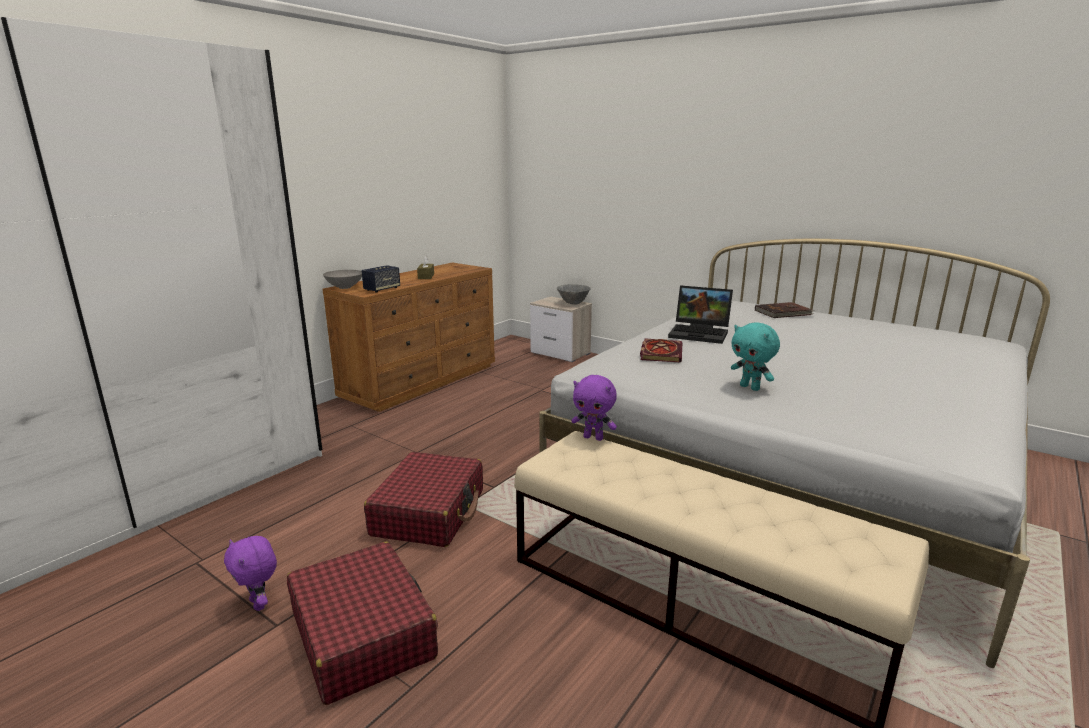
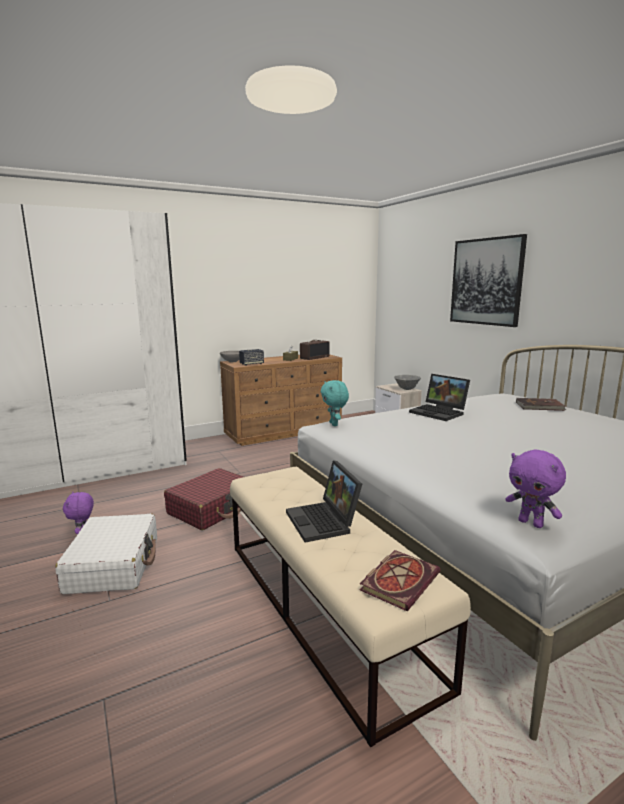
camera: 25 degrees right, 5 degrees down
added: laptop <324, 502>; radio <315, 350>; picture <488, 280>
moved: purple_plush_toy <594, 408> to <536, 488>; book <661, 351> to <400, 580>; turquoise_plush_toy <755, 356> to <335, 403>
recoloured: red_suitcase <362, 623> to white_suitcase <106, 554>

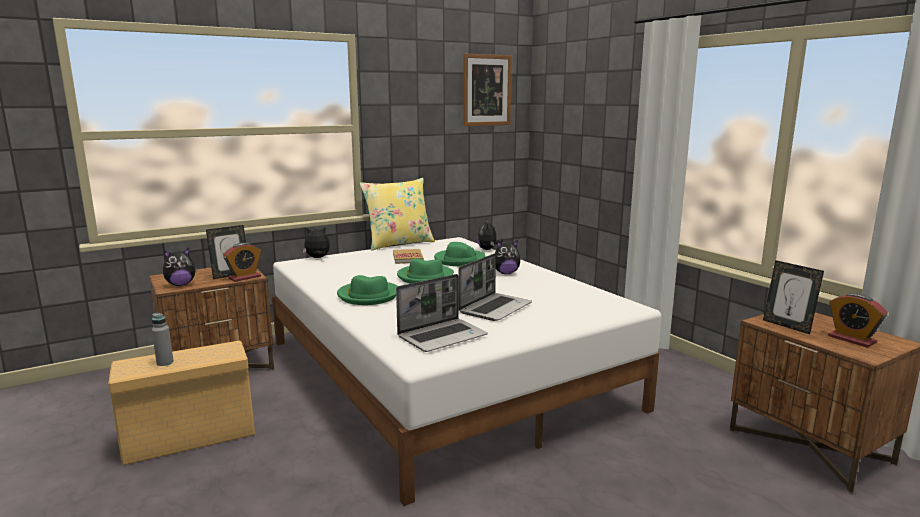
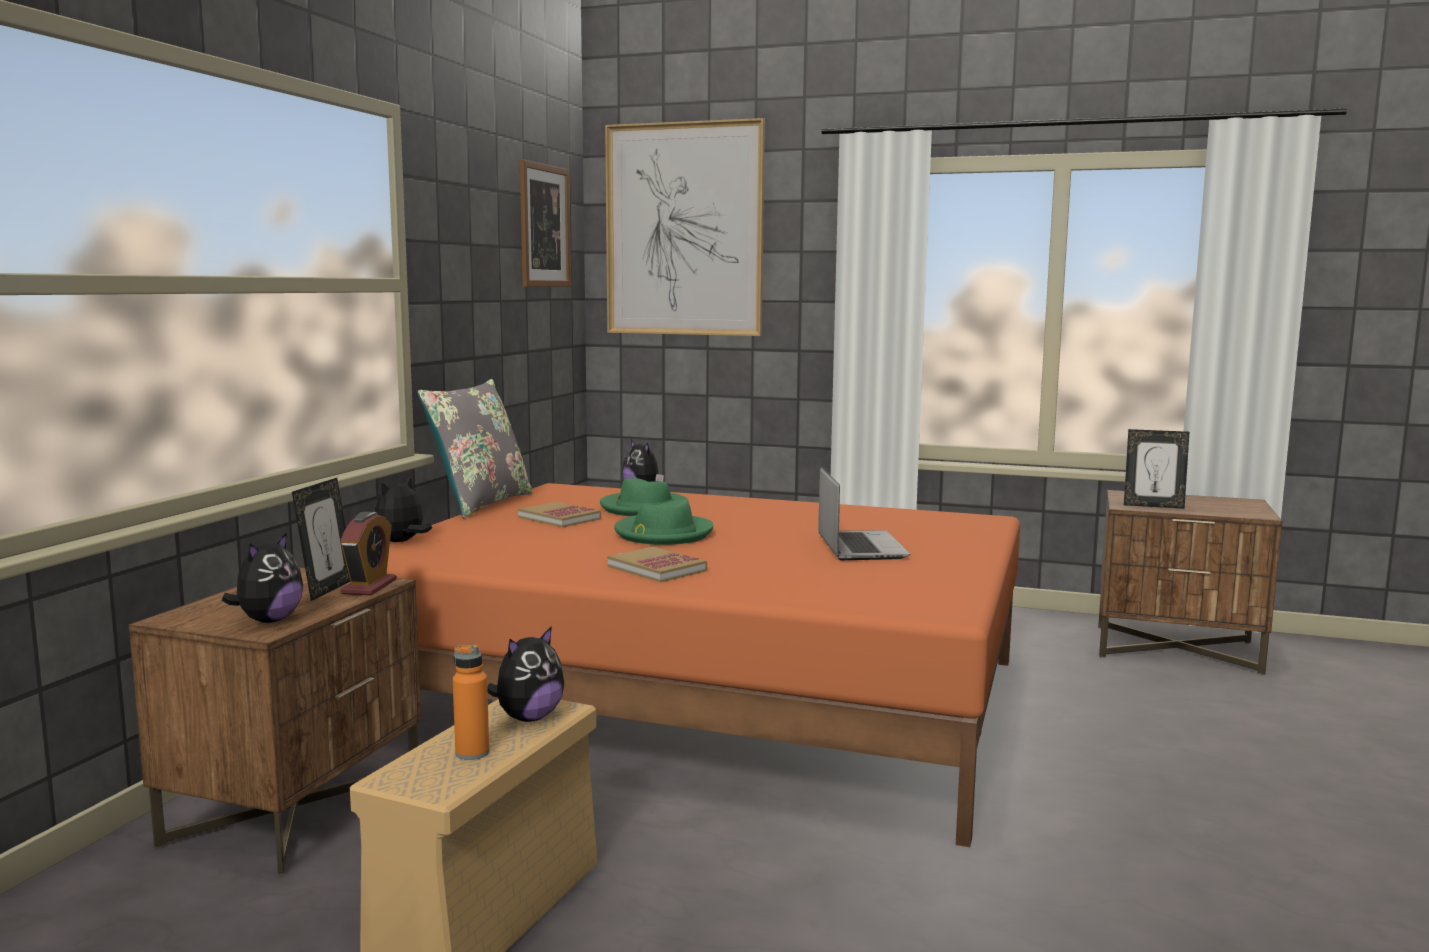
camera: 40 degrees left, 5 degrees down
removed: laptop <442, 313>; alarm_clock <858, 320>
added: picture <685, 227>
moved: plush_toy <507, 257> to <525, 674>
replaced: green_hat <367, 290> to book <657, 565>
recoloured: grey_bottle <163, 339> to orange_bottle <471, 702>; white_bed <466, 371> to orange_bed <703, 665>; yellow_pillow <397, 214> to grey_pillow <475, 448>

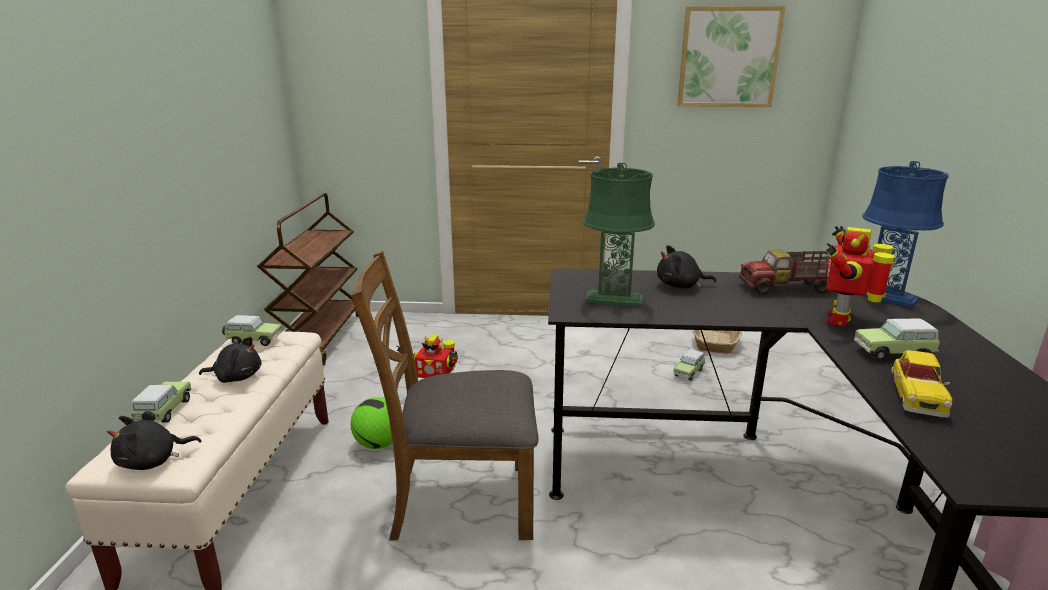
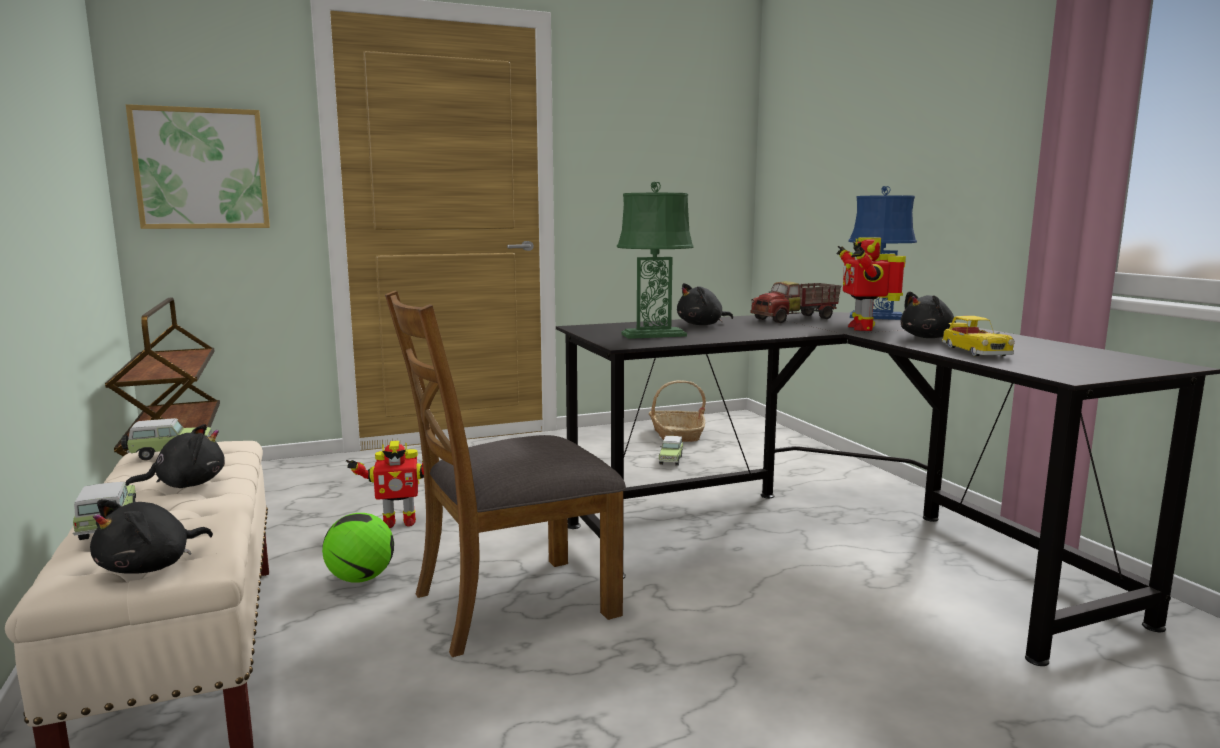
camera: 25 degrees left, 10 degrees down
moved: picture <731, 56> to <198, 166>
replaced: toy_car <897, 340> to black_plush_toy <928, 315>

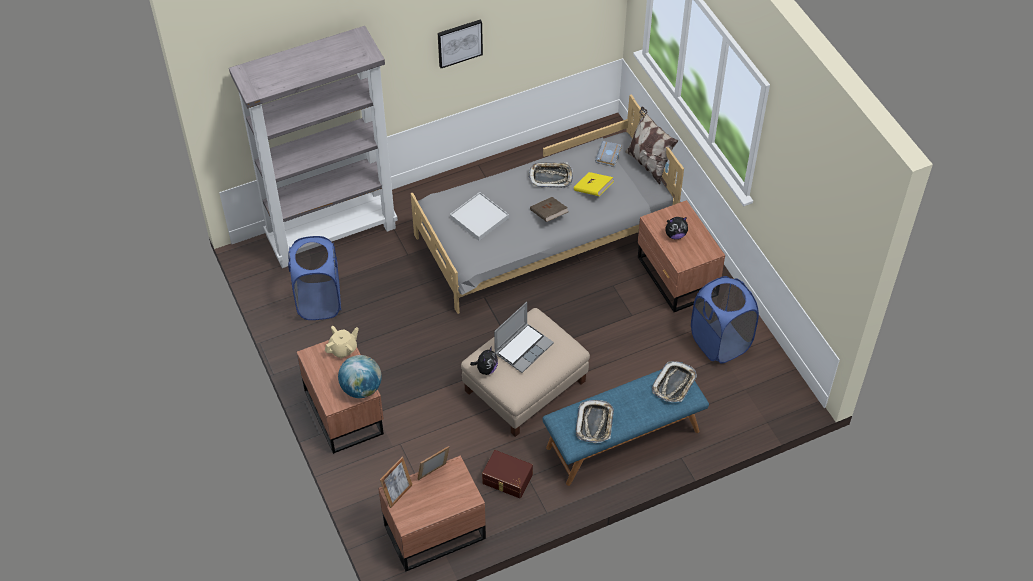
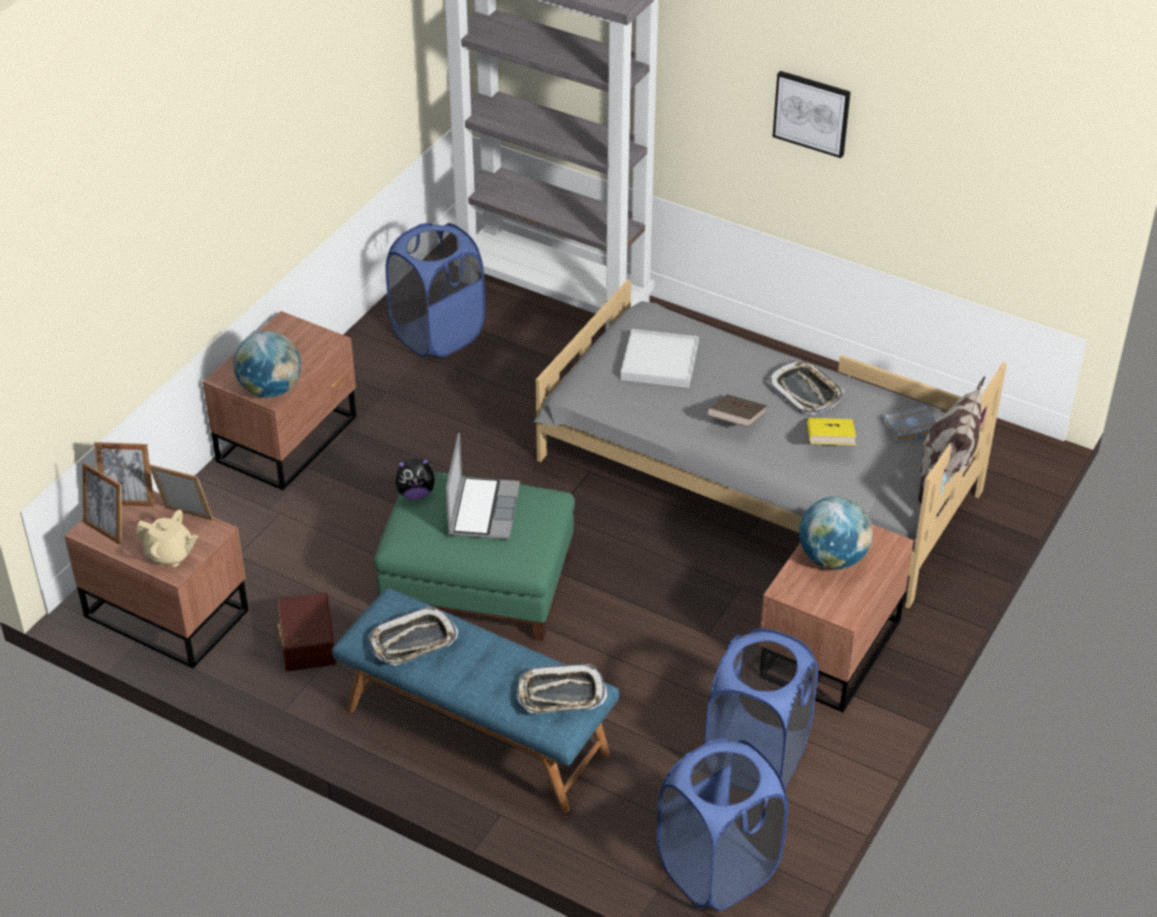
camera: 55 degrees right, 10 degrees down
added: picture_frame <102, 503>; blue_laundry_basket <722, 824>
moved: beige_teapot <342, 342> to <167, 538>
replaced: plush_toy <677, 228> to globe <836, 533>
recoloured: beige_ottoman <525, 372> to green_ottoman <474, 556>
turned: laptop <524, 337> = <482, 486> 90 degrees counterclockwise

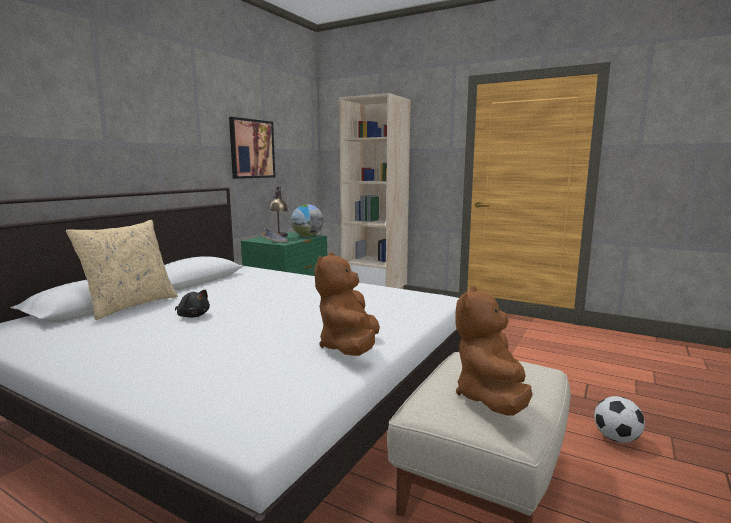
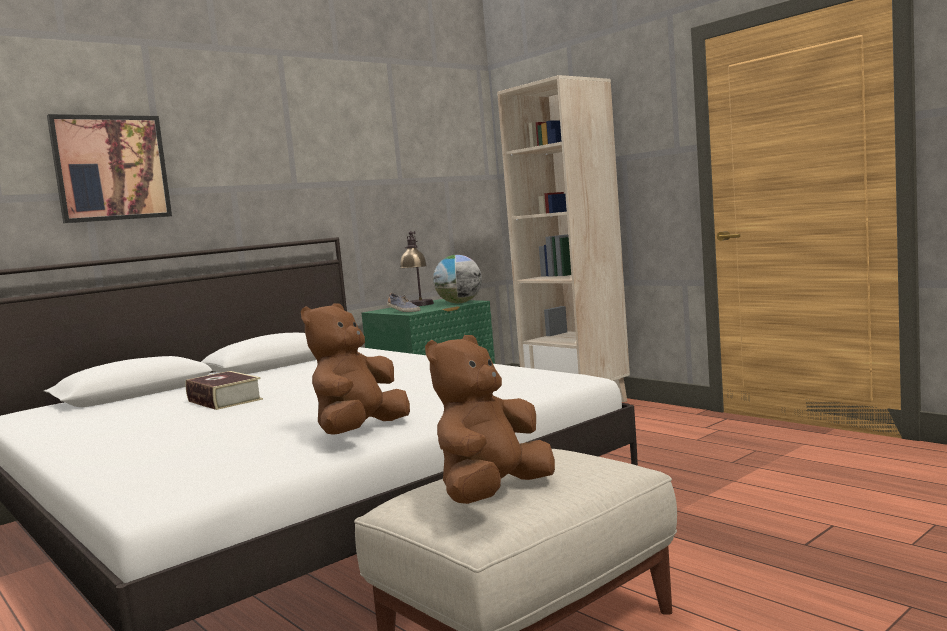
camera: 20 degrees right, 5 degrees down
removed: beige_pillow <122, 270>; football <619, 419>
moved: picture <252, 148> to <109, 168>
replaced: black_plush_toy <192, 304> to book <224, 390>

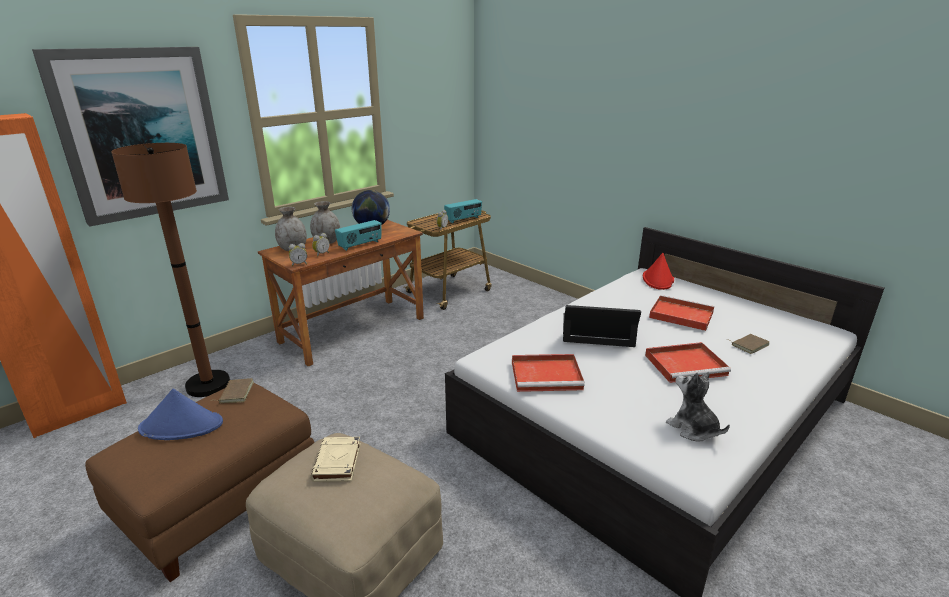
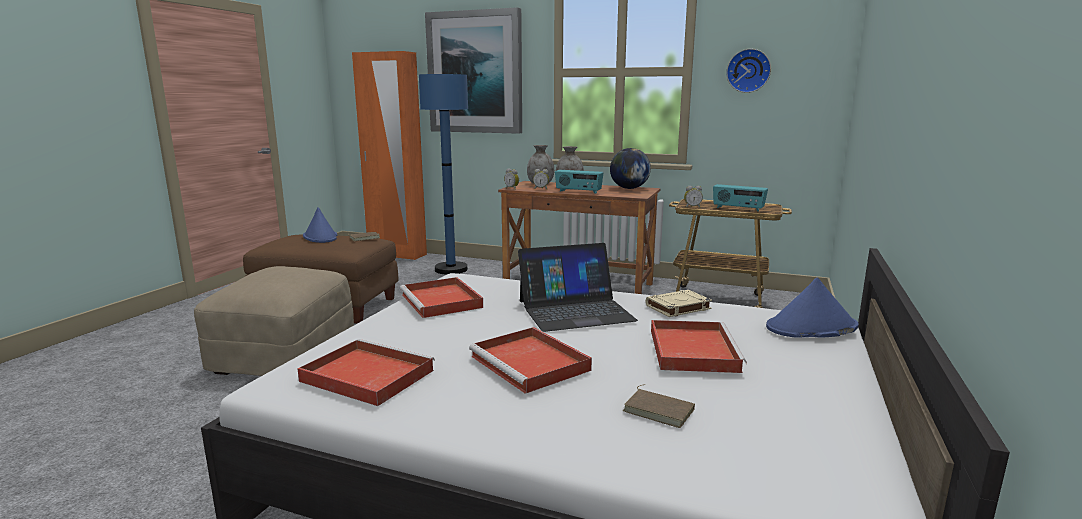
camera: 65 degrees right, 10 degrees down
added: wall_clock <748, 71>
moved: beige_book <335, 459> to <679, 303>
replaced: plush_toy <698, 406> to red_tray <366, 372>
recoloured: brown_floor_lamp <170, 270> to blue_floor_lamp <443, 174>; red_hat <658, 271> to blue_hat <812, 308>
turned: laptop <602, 326> = <578, 287> 90 degrees clockwise

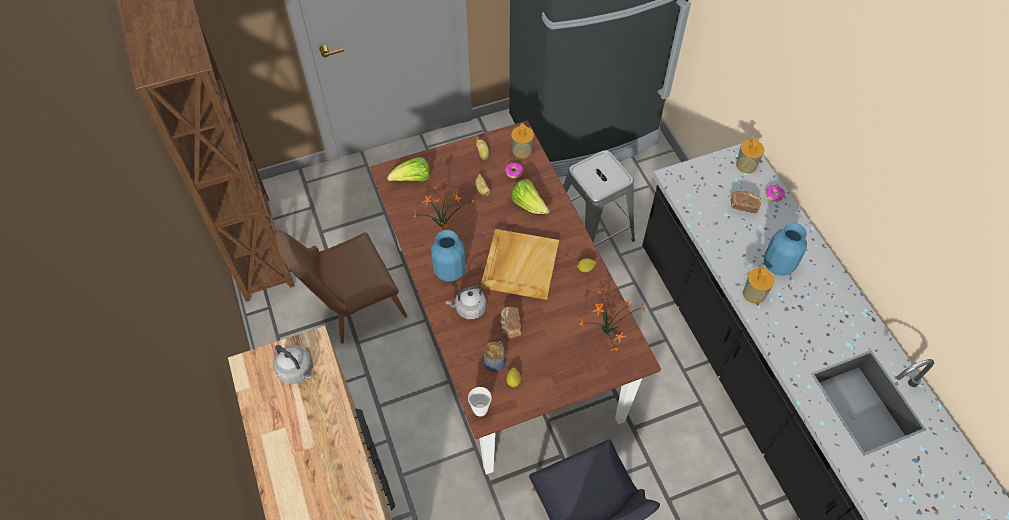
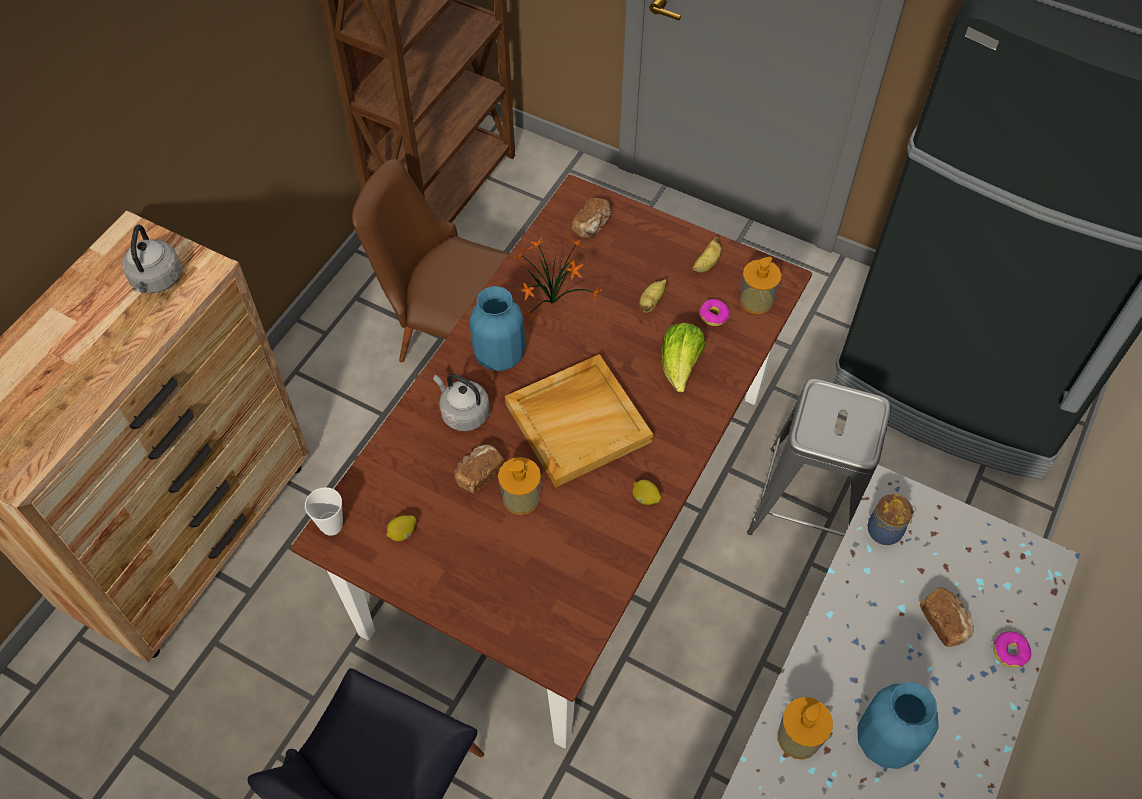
camera: 50 degrees right, 0 degrees up
removed: potted_plant <613, 320>
moved: jar <494, 356> to <892, 519>; soap_dispenser <750, 155> to <519, 486>
replaced: lettuce <408, 169> to bread <592, 218>

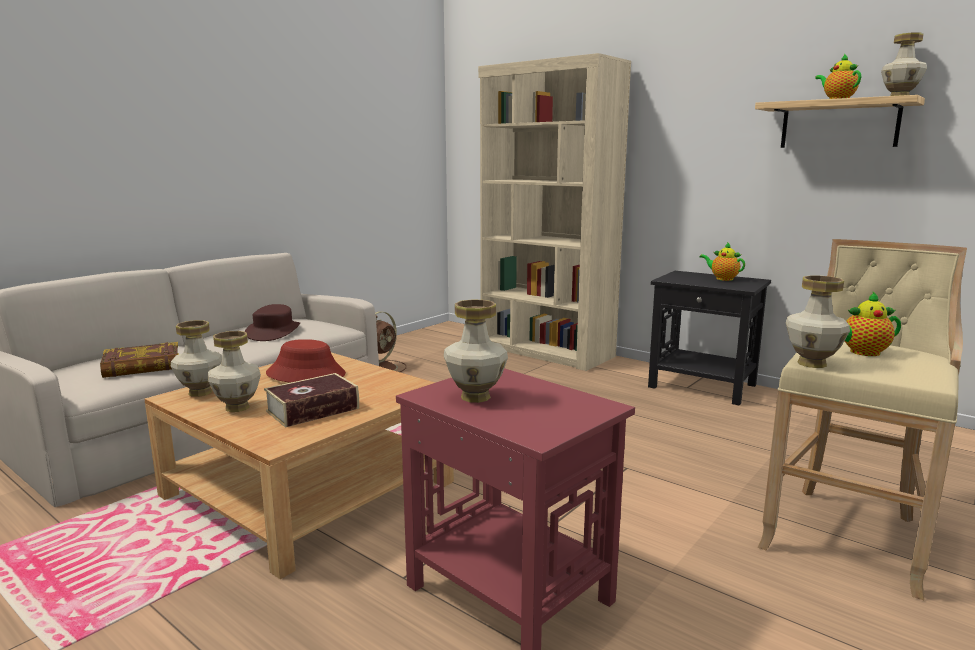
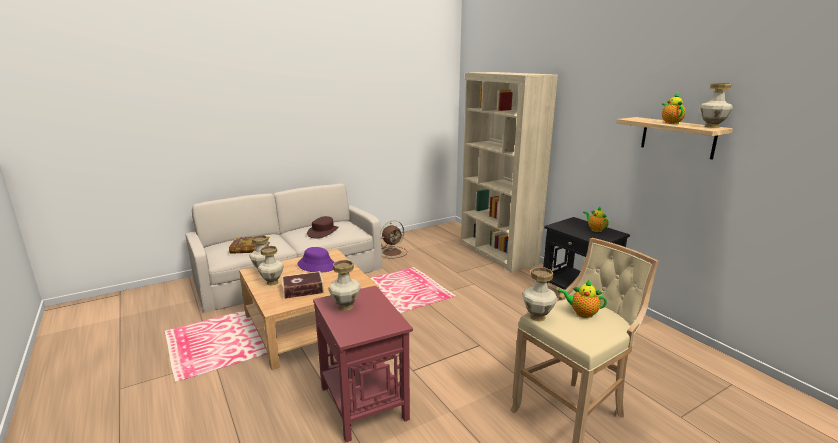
camera: 20 degrees right, 5 degrees up
recoloured: red_hat <306, 361> to purple_hat <316, 260>

